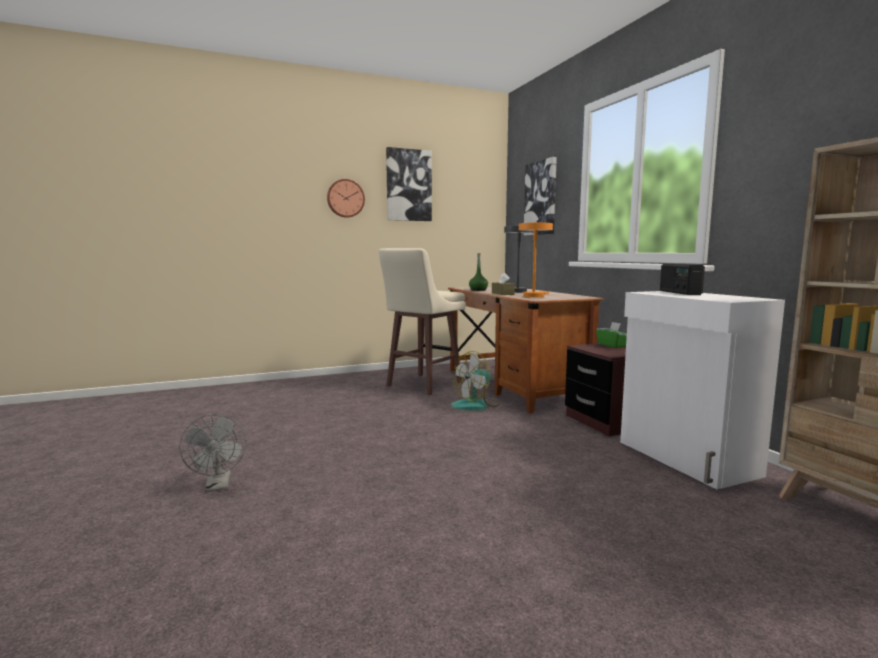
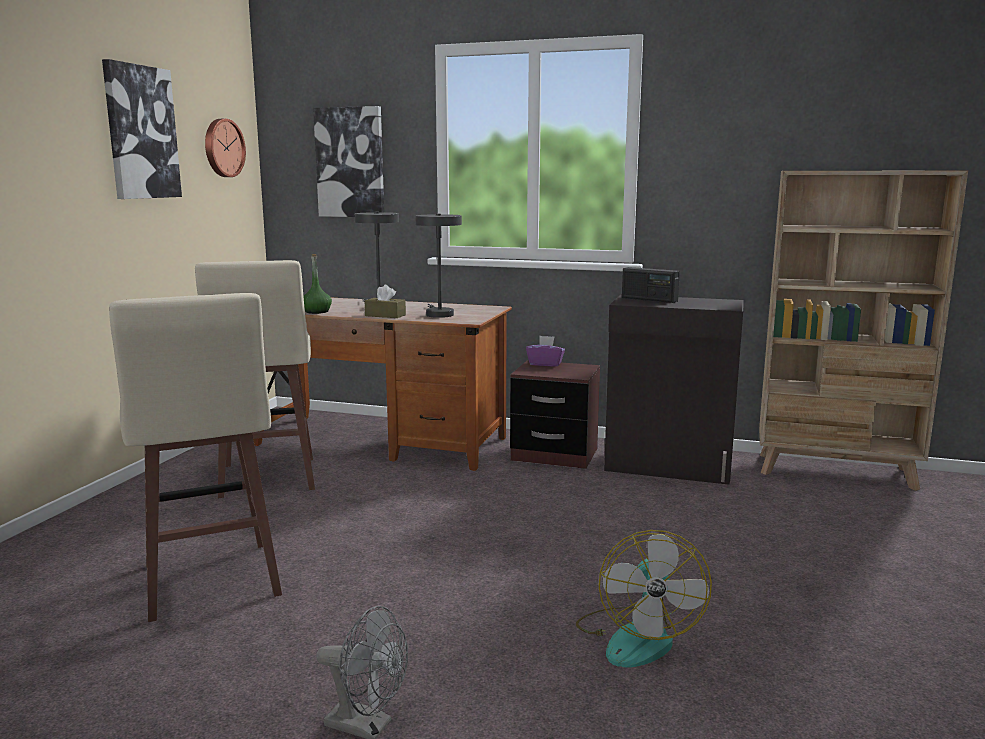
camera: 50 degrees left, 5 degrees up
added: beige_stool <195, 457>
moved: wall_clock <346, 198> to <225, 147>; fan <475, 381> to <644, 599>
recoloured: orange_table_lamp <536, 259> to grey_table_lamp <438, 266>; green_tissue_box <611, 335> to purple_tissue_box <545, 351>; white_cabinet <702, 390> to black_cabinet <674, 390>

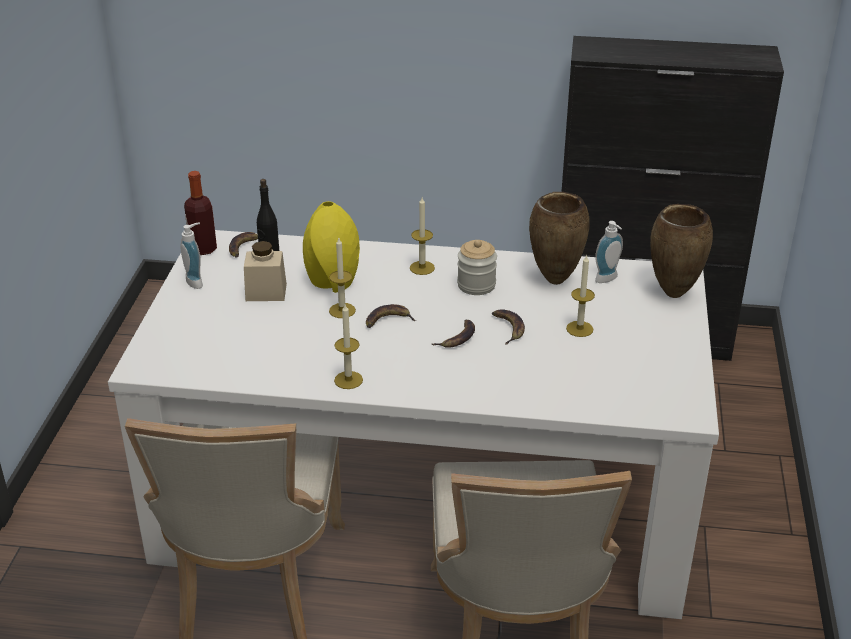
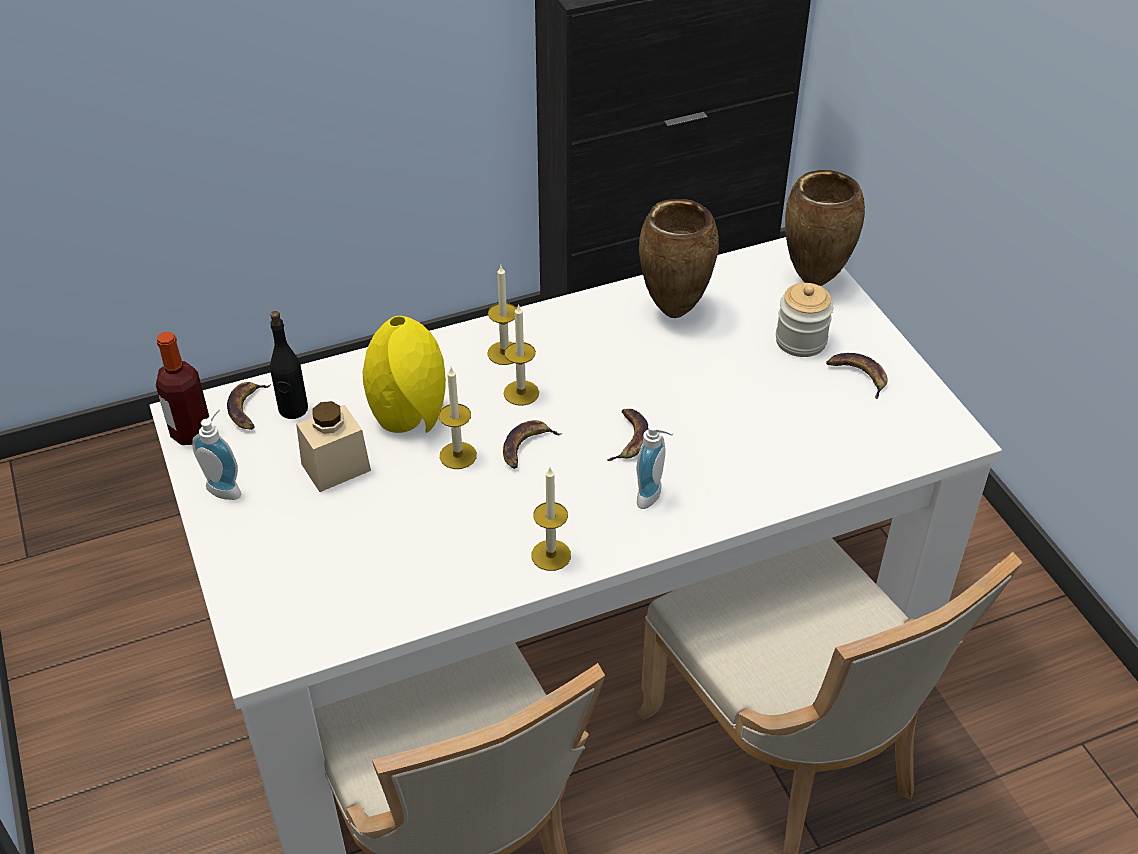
camera: 30 degrees left, 10 degrees up
moved: jar <477, 267> to <804, 320>; banana <508, 327> to <857, 376>; candle <580, 295> to <521, 355>; soap_dispenser <609, 252> to <655, 466>

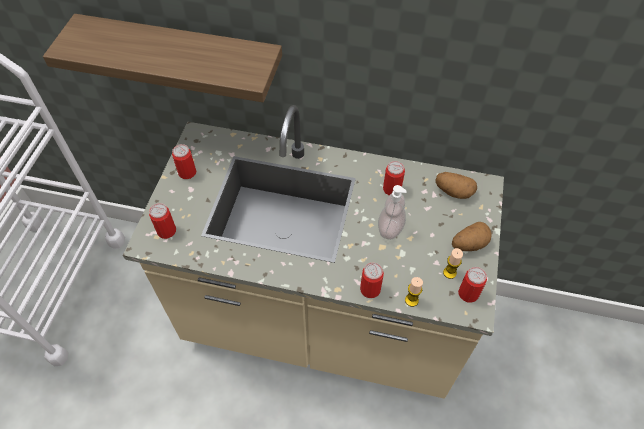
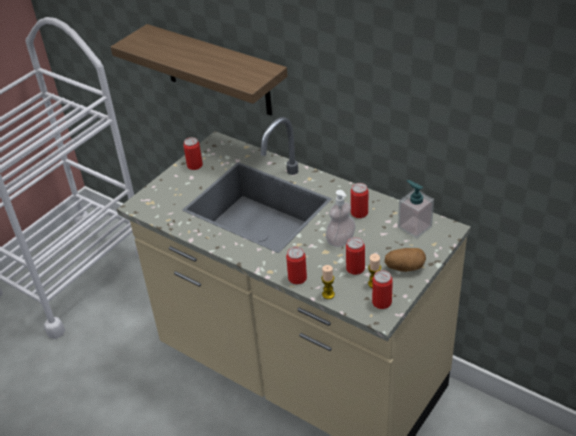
camera: 25 degrees right, 15 degrees down
moved: can <162, 221> to <355, 256>
replaced: potato <456, 185> to soap_dispenser <416, 209>

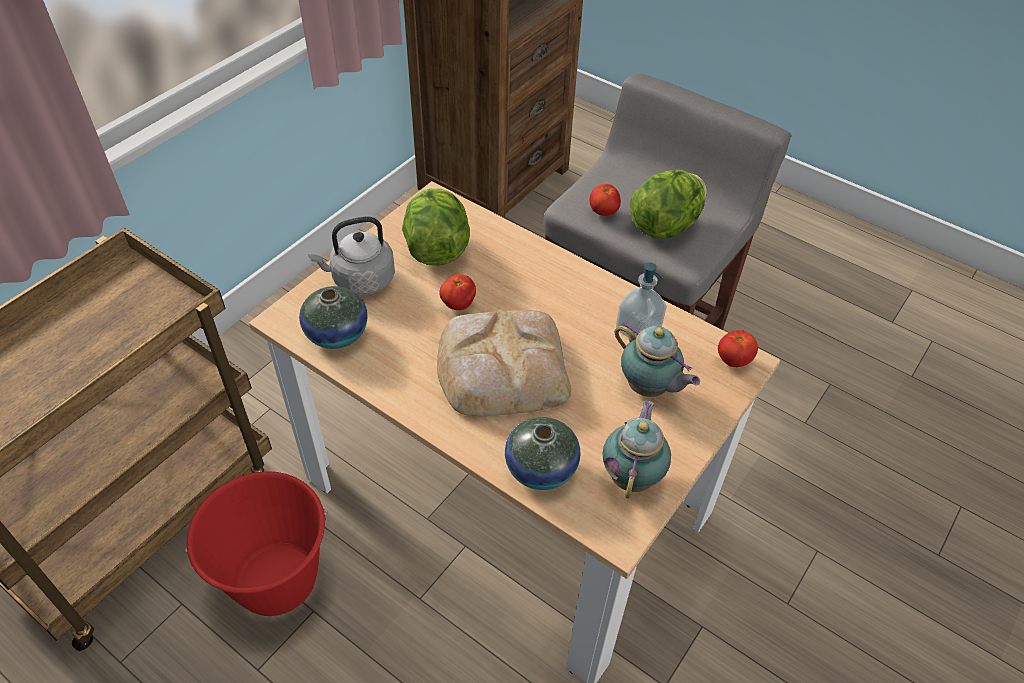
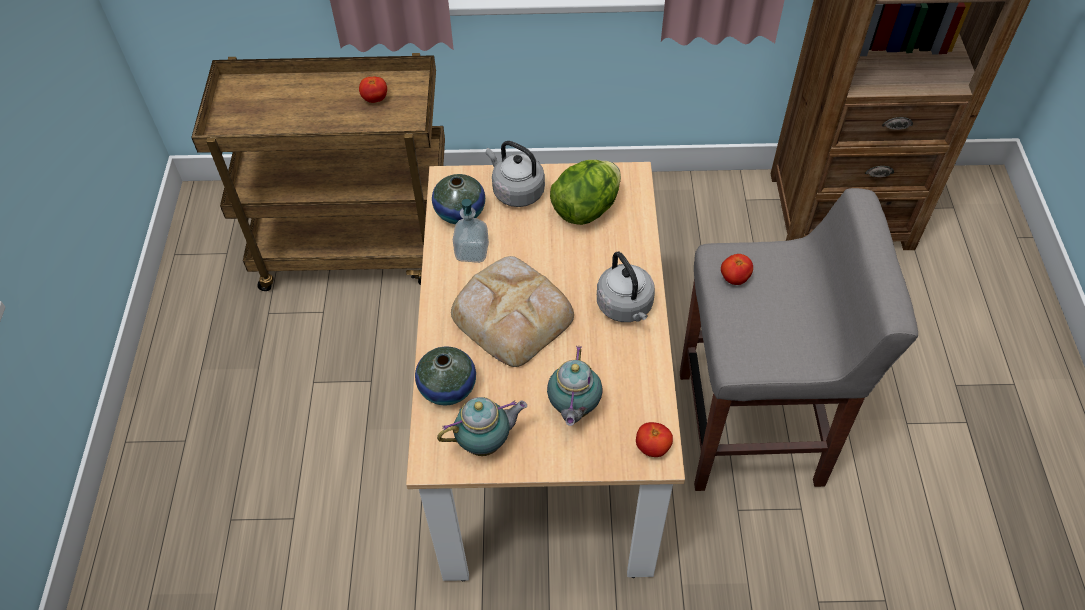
camera: 55 degrees right, 5 degrees up
removed: red_bucket <256, 543>; lettuce <668, 204>
added: grey_kettle <626, 287>
moved: tomato <457, 292> to <373, 90>; soap_dispenser <641, 300> to <471, 231>

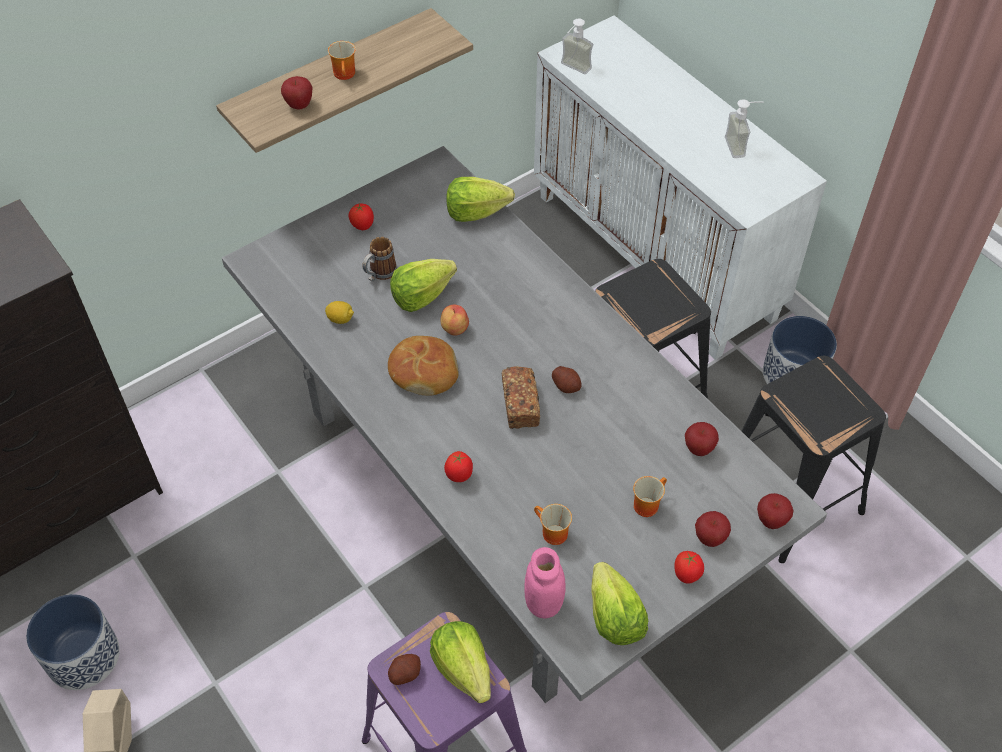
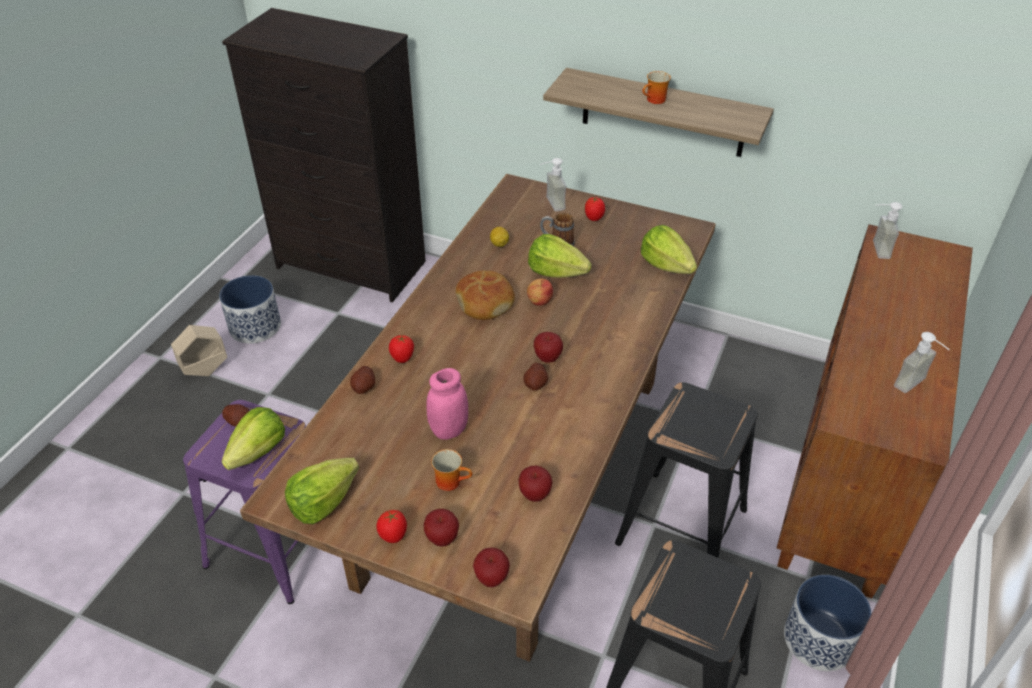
camera: 60 degrees right, 10 degrees down
removed: bread <521, 397>; mug <553, 524>
added: potato <362, 380>; soap_dispenser <553, 184>
moved: apple <296, 92> to <548, 347>; pink_jar <545, 582> to <447, 404>
recoloured: grey_dining_table <524, 424> to brown_dining_table <478, 418>; white_cabinet <680, 187> to brown_cabinet <875, 411>

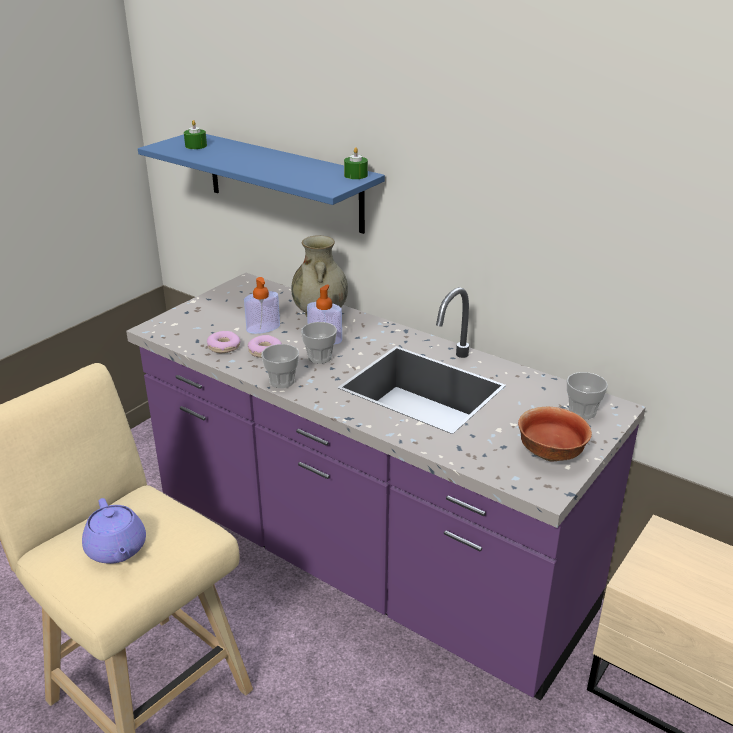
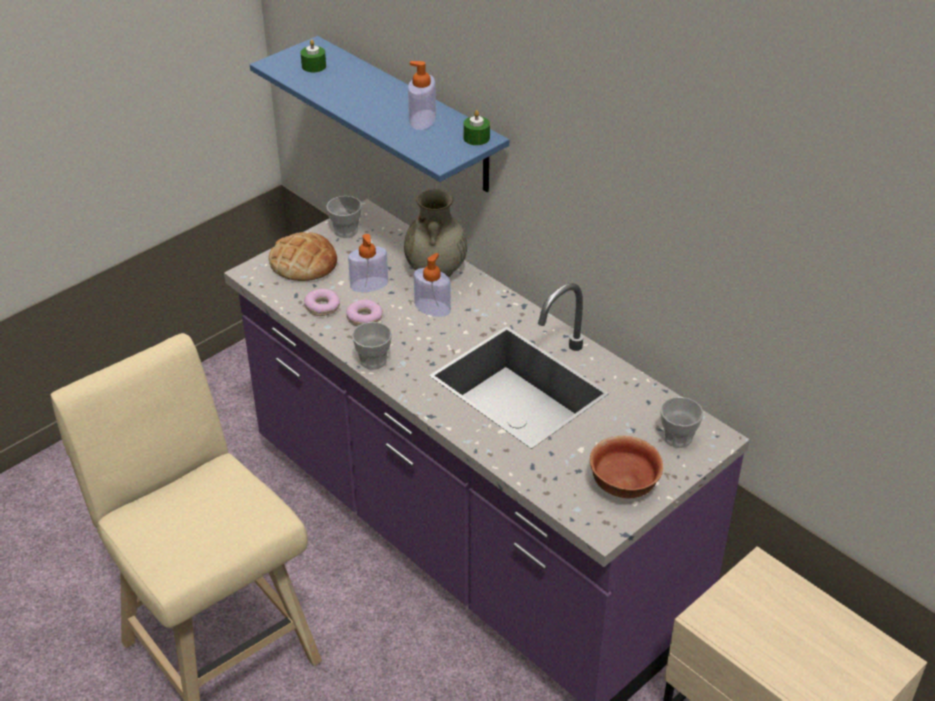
camera: 10 degrees right, 10 degrees up
removed: purple_teapot <114, 531>
added: bread <303, 256>; soap_dispenser <422, 95>
moved: cup <319, 343> to <344, 217>

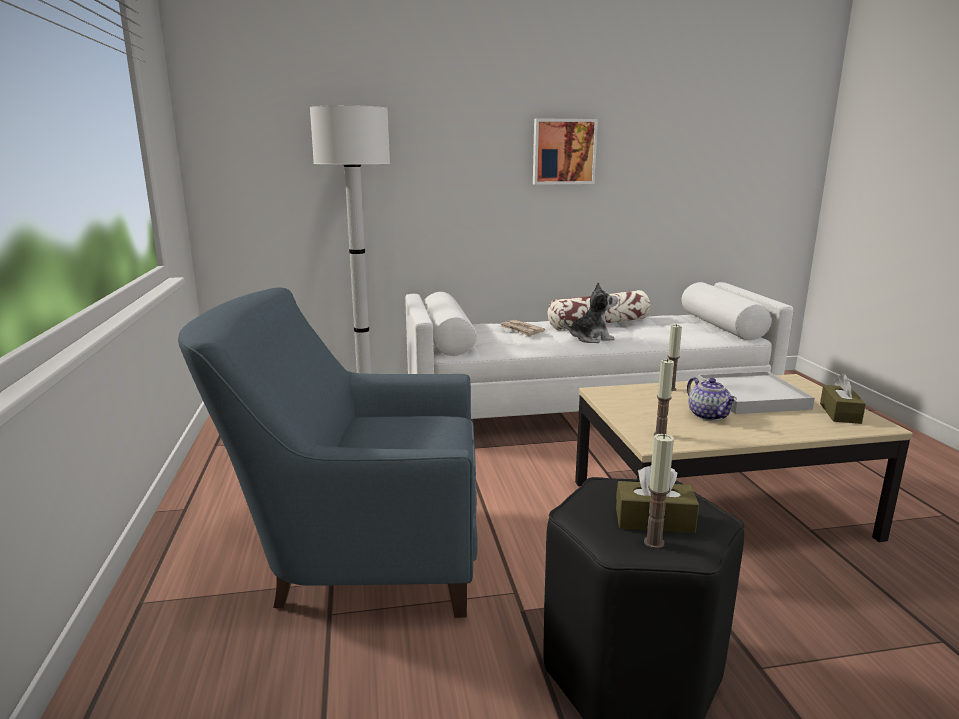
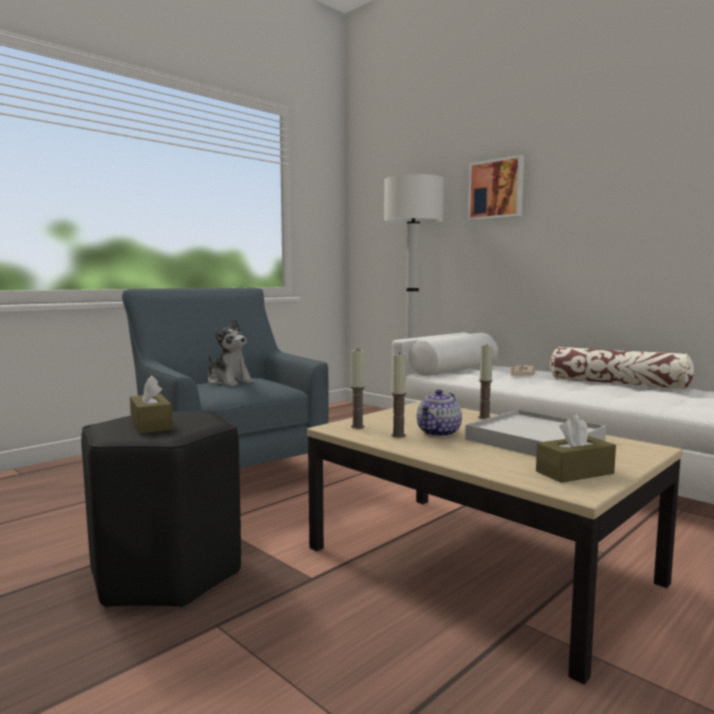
camera: 55 degrees right, 10 degrees down
moved: picture <565, 151> to <496, 188>; plush_toy <591, 312> to <231, 352>; candle <659, 491> to <399, 395>

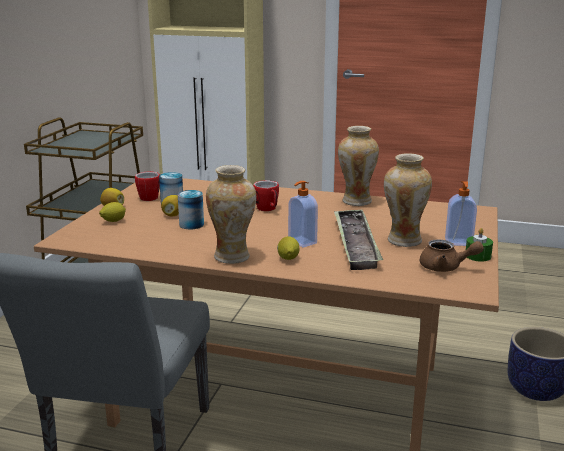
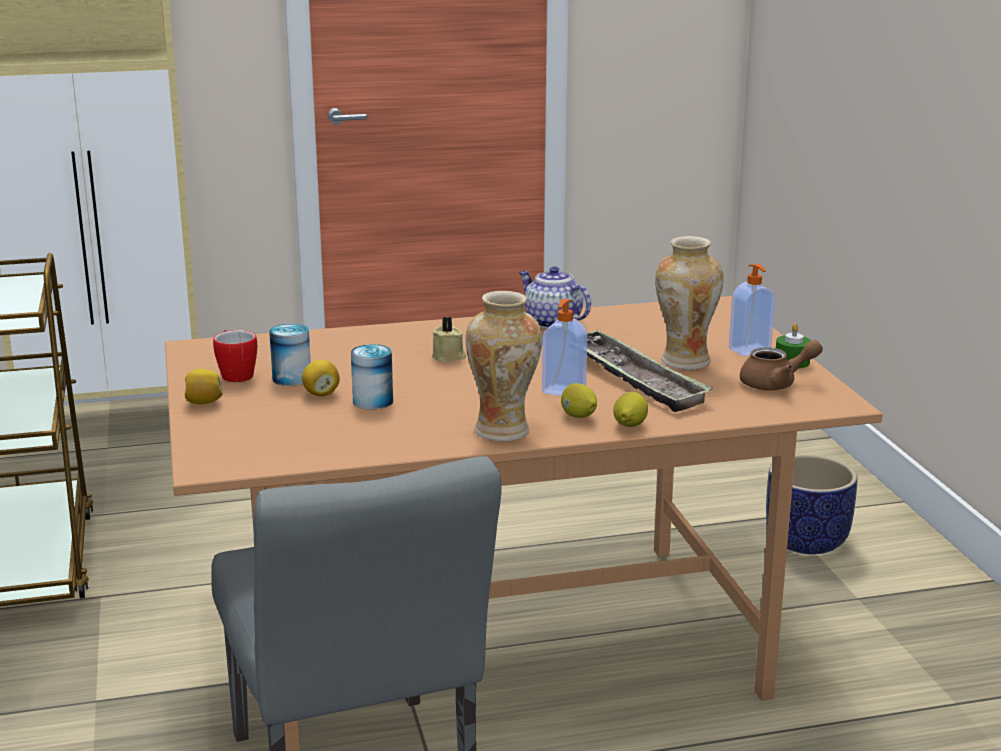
camera: 30 degrees left, 0 degrees up
moved: lemon <112, 212> to <630, 409>
replaced: mug <266, 195> to beige_candle <449, 339>; vase <358, 166> to teapot <555, 297>

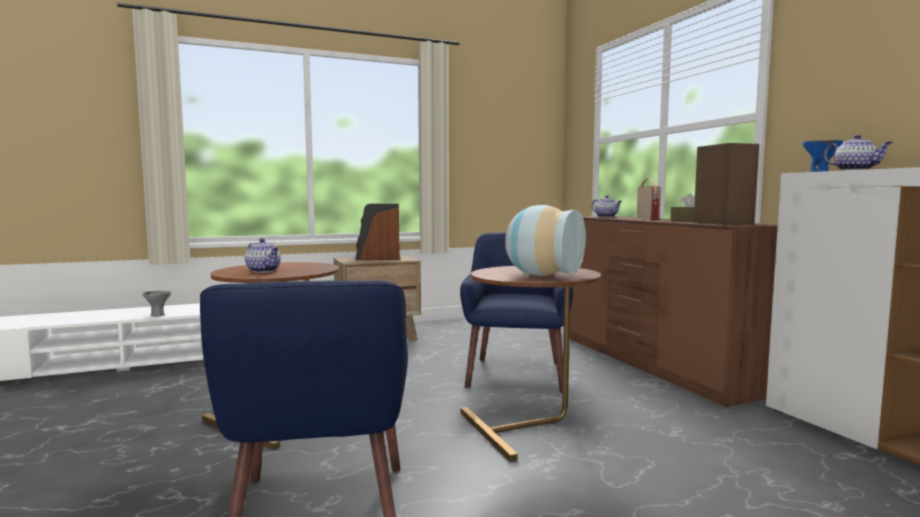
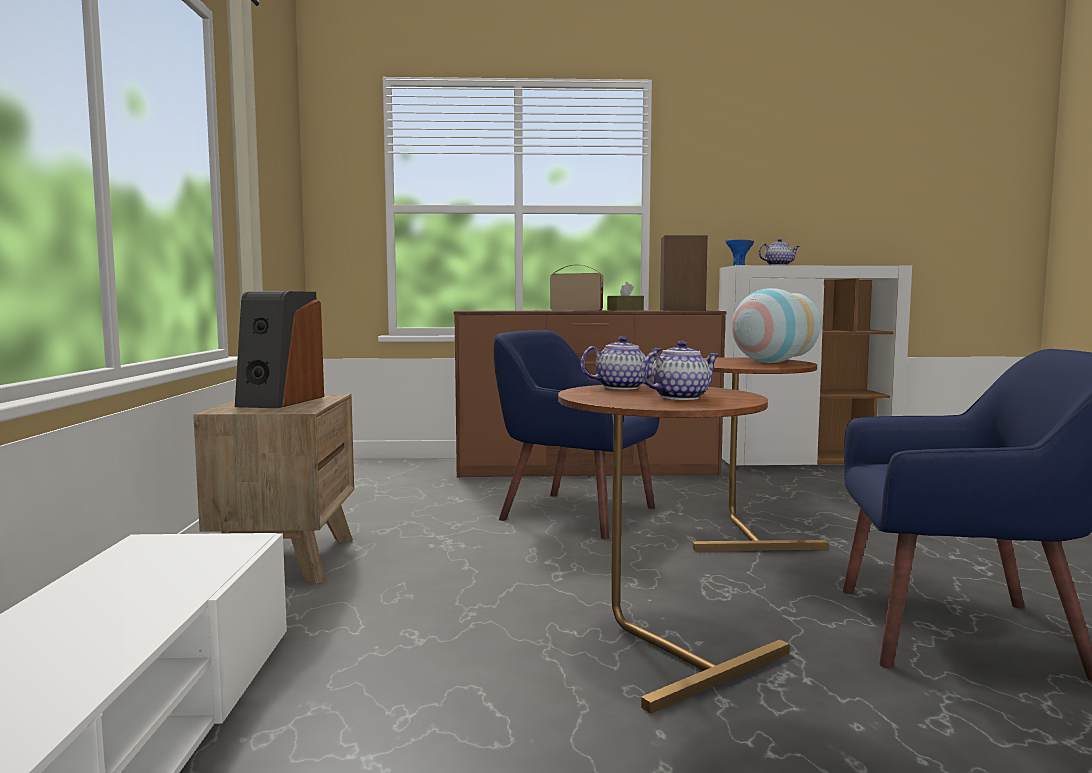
camera: 70 degrees left, 0 degrees up
removed: grey_bowl <156, 304>
moved: teapot <607, 206> to <621, 362>

